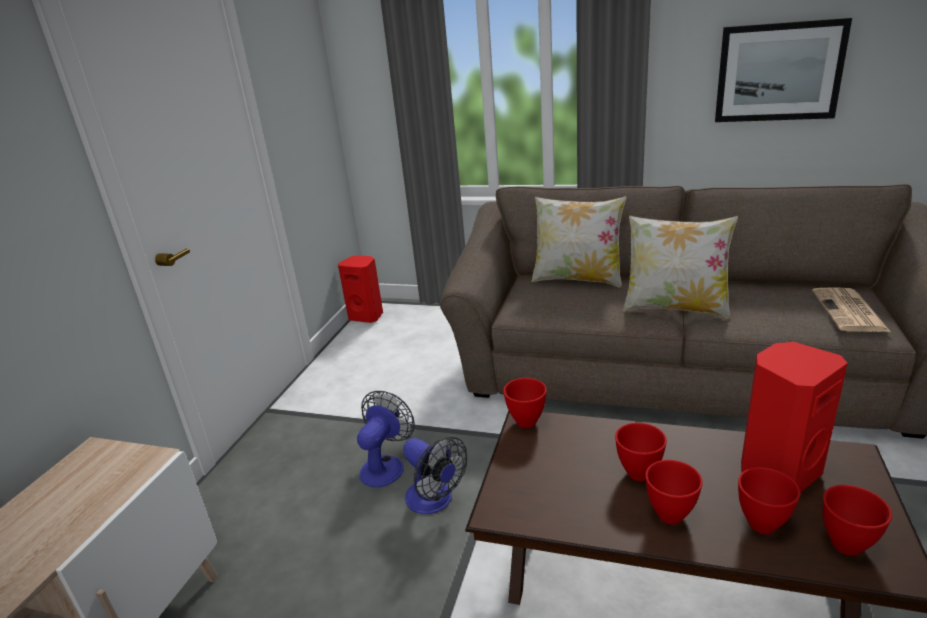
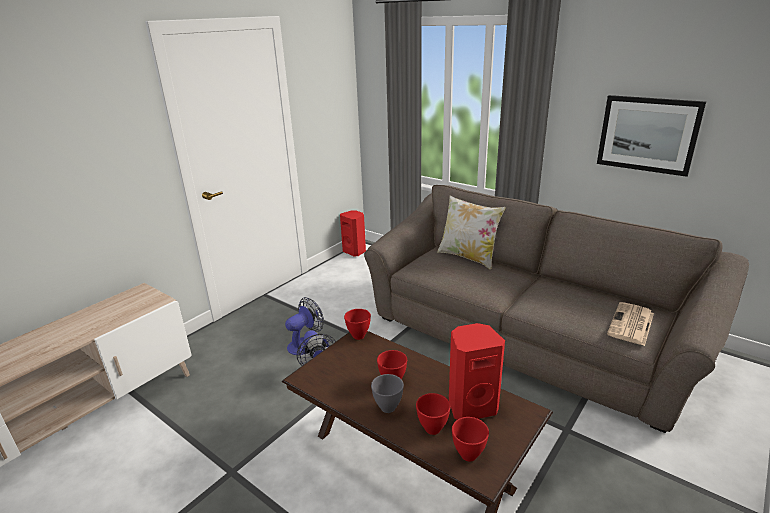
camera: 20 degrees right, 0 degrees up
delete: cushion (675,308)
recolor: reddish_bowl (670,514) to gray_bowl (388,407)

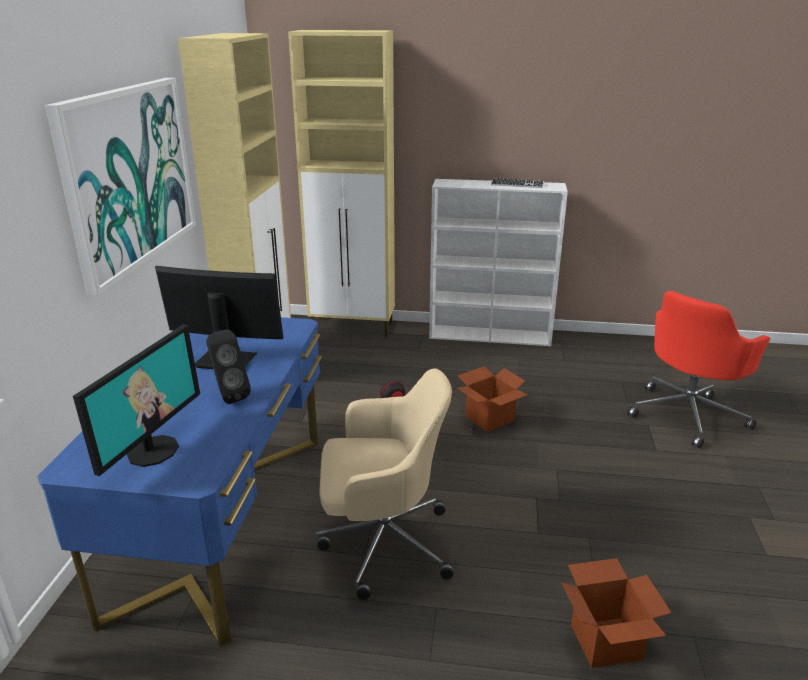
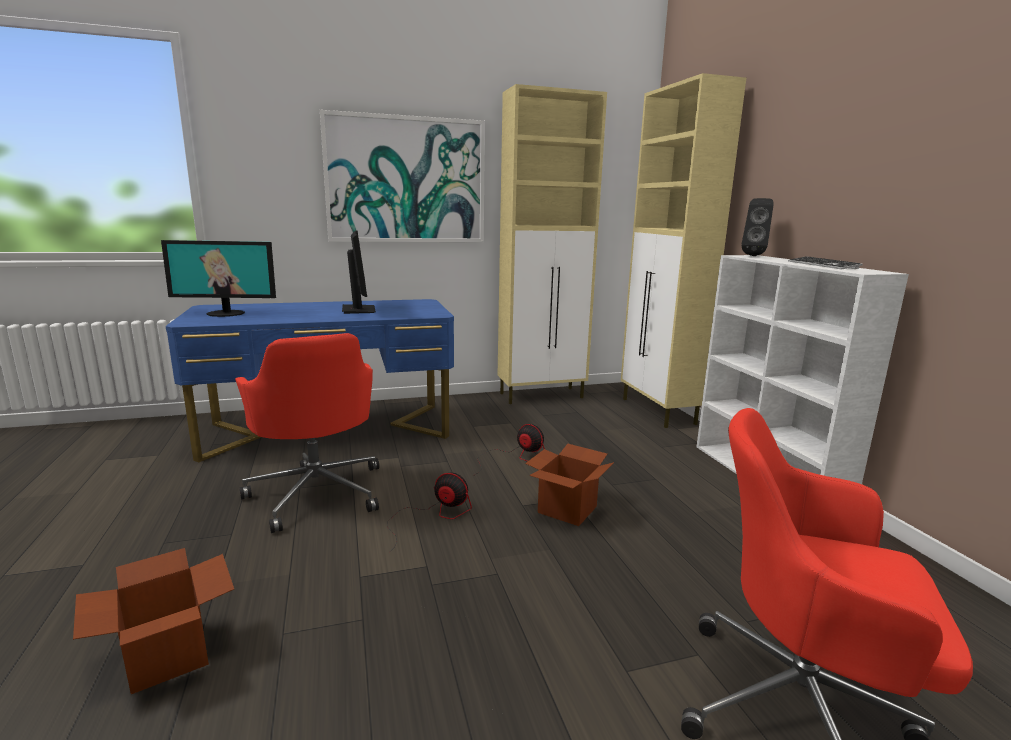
camera: 65 degrees right, 10 degrees down
insert: cooling_fan (433,516)
move: black_loudspeaker (228,396) to (754,256)
recolor: beige-coloured_office_chair (382,542) to reddish_office_chair (317,492)

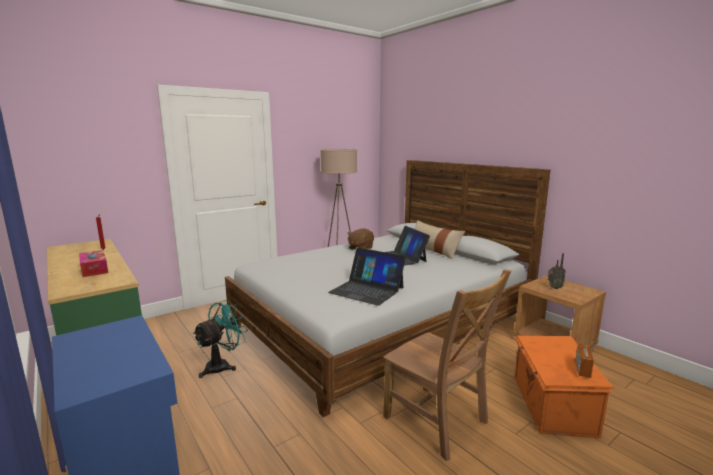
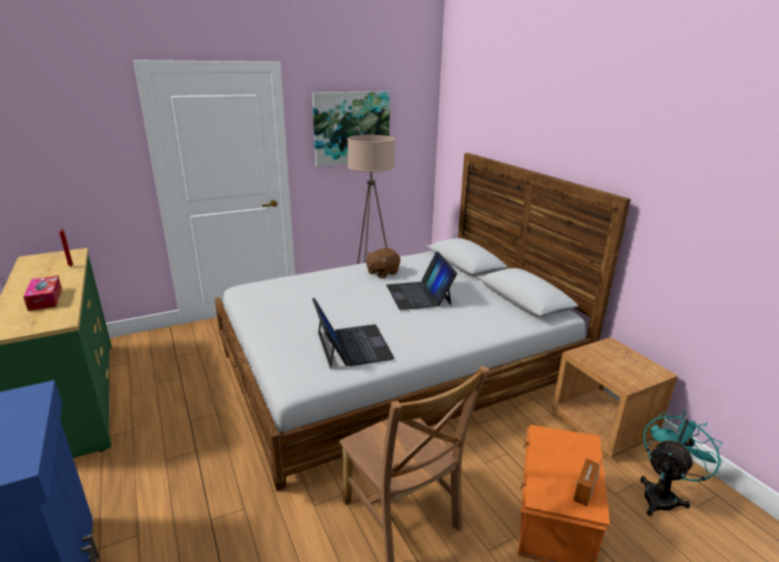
camera: 10 degrees right, 10 degrees up
delete: beige-coloured_cushion (433,251); radio_receiver (554,287)
insert: wall_picture (351,128)
move: turquoise-coloured_cooling_fan (222,365) to (662,495)
rotate: laptop (367,290) = (352,345) 150 degrees counterclockwise

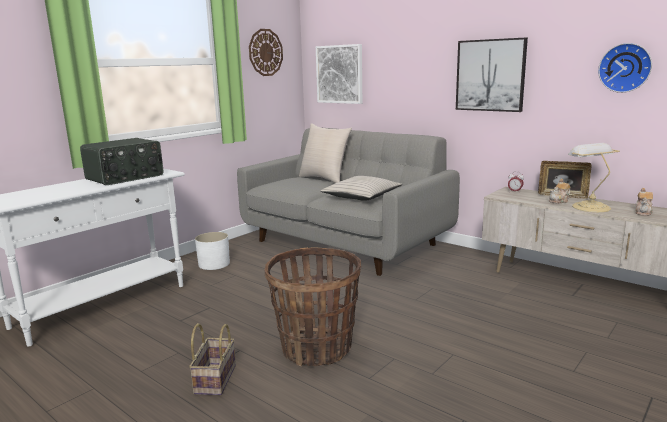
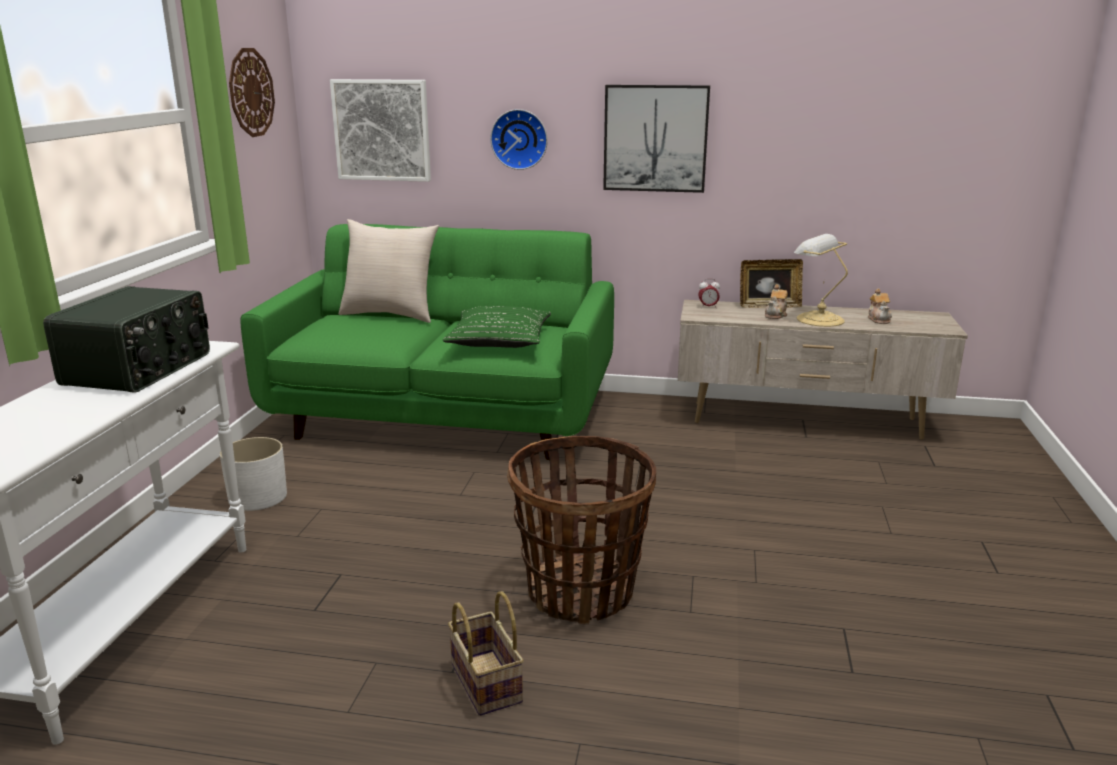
camera: 30 degrees left, 5 degrees up
move: hanging_clock (625,68) to (519,139)
recolor: gray_settee (345,243) to greenish_settee (445,417); beige-coloured_cushion (361,196) to greenish_cushion (499,340)

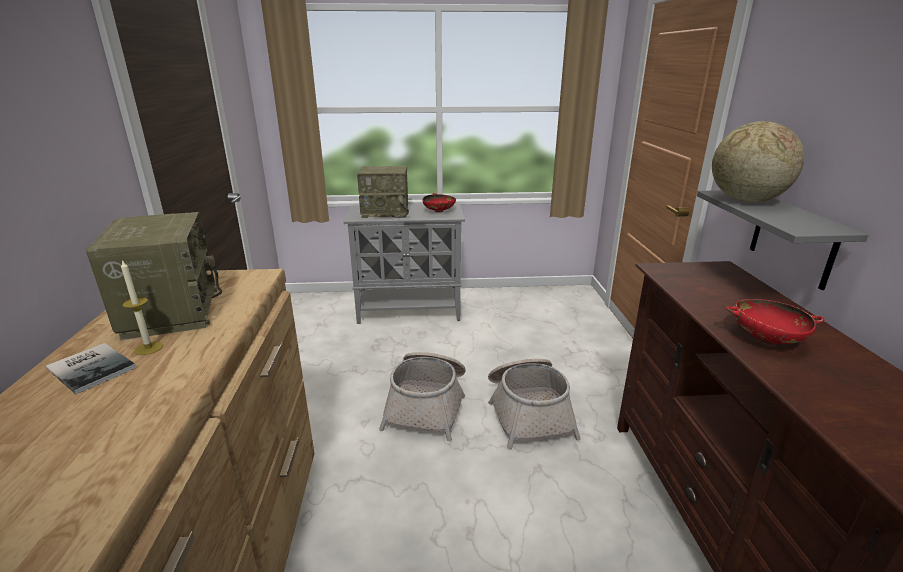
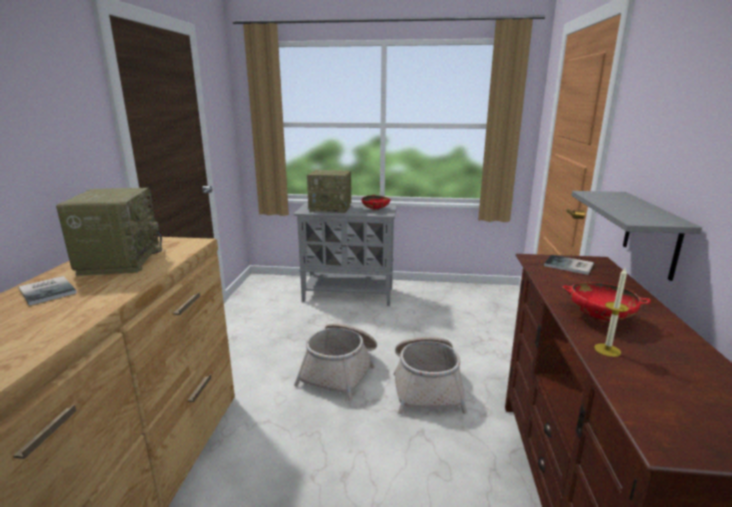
camera: 10 degrees right, 5 degrees down
delete: world_globe (745,200)
insert: volume (569,266)
move: wax_light (149,348) to (607,350)

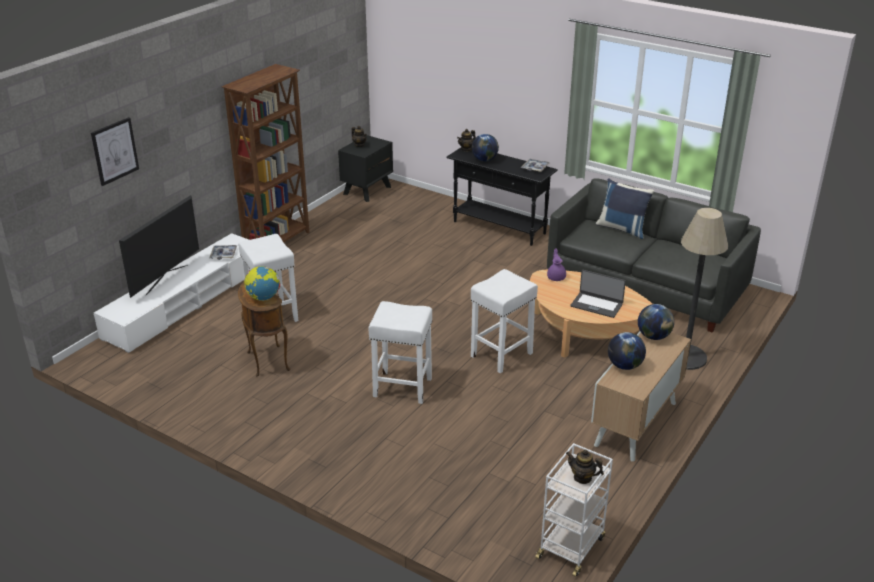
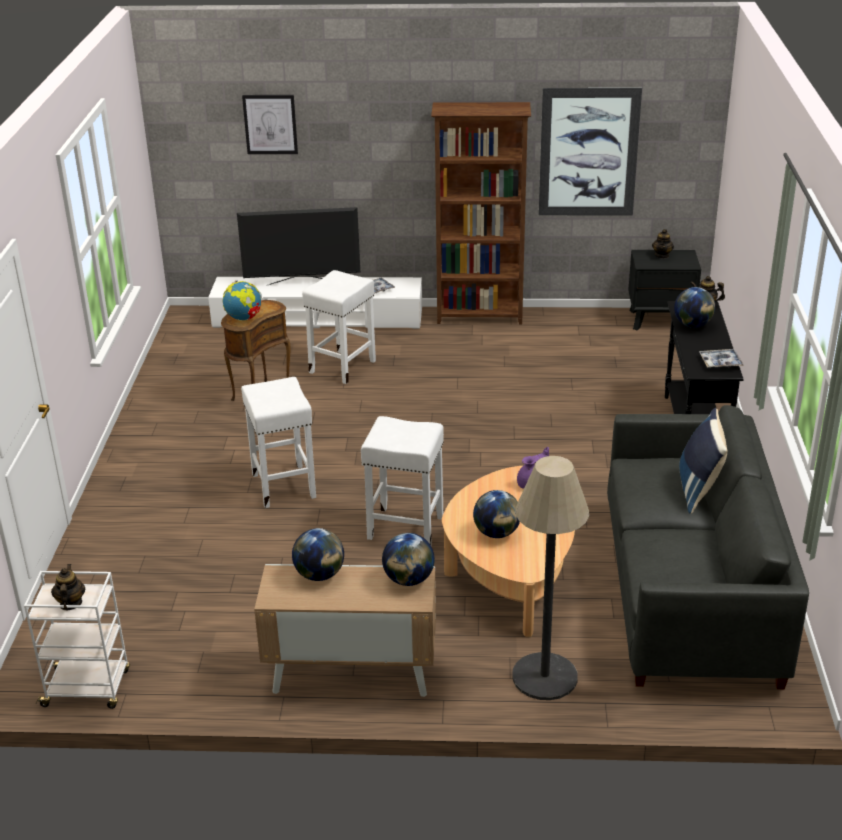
camera: 60 degrees right, 0 degrees up
insert: wall_picture (588,152)
replace: laptop (596,305) to world_globe (496,533)

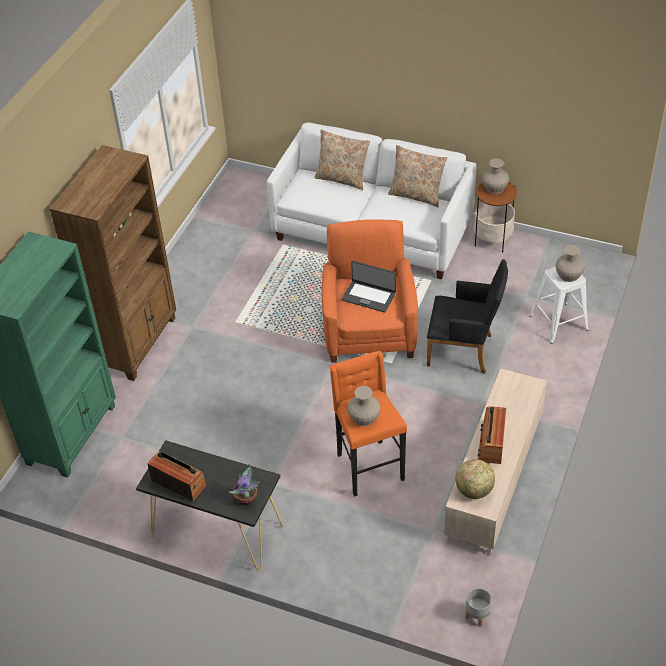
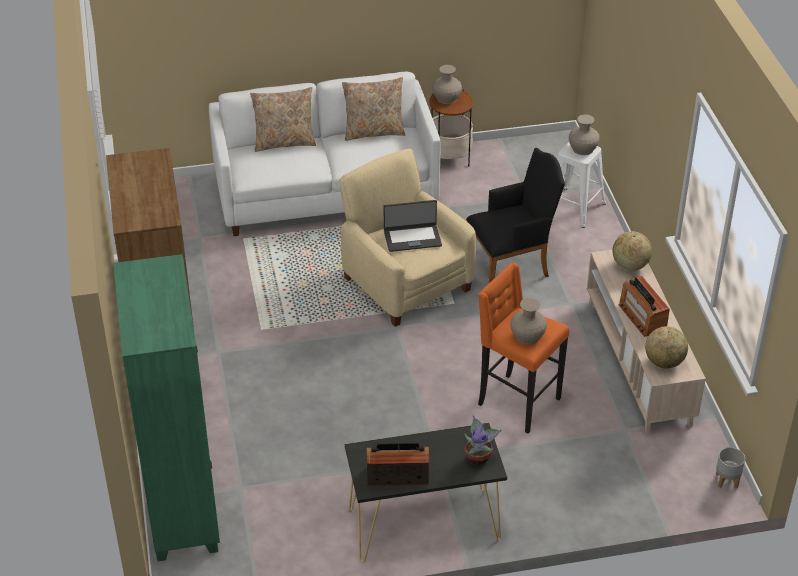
camera: 35 degrees left, 5 degrees down
insert: world_globe (630,265)
recolor: orange-coloured_armchair (369,330) to beige-coloured_armchair (406,283)

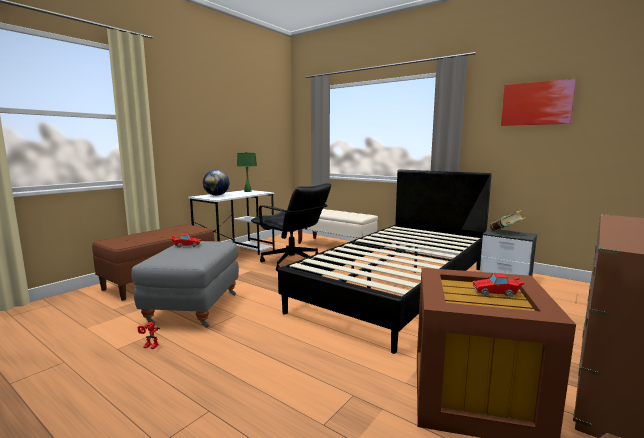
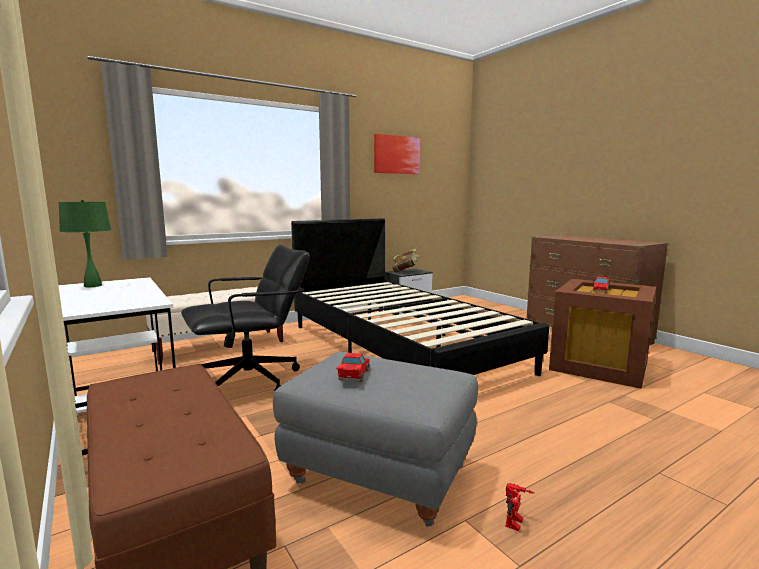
camera: 70 degrees left, 0 degrees up
delete: world_globe (216,195)

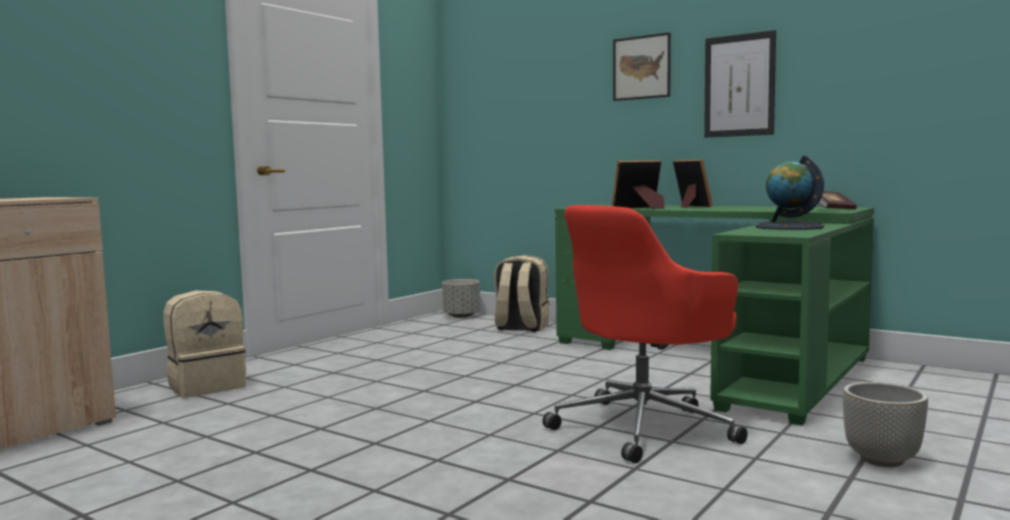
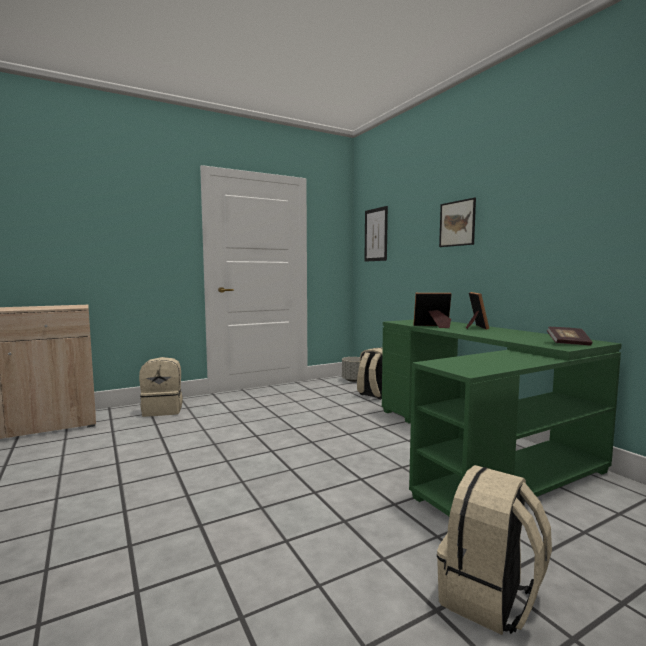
camera: 25 degrees right, 0 degrees up
delete: world_globe (789,227); reddish_office_chair (645,427)
move: wall_picture (739,85) to (376,234)
replace: gray_planter (882,460) to beige-coloured_backpack (490,598)

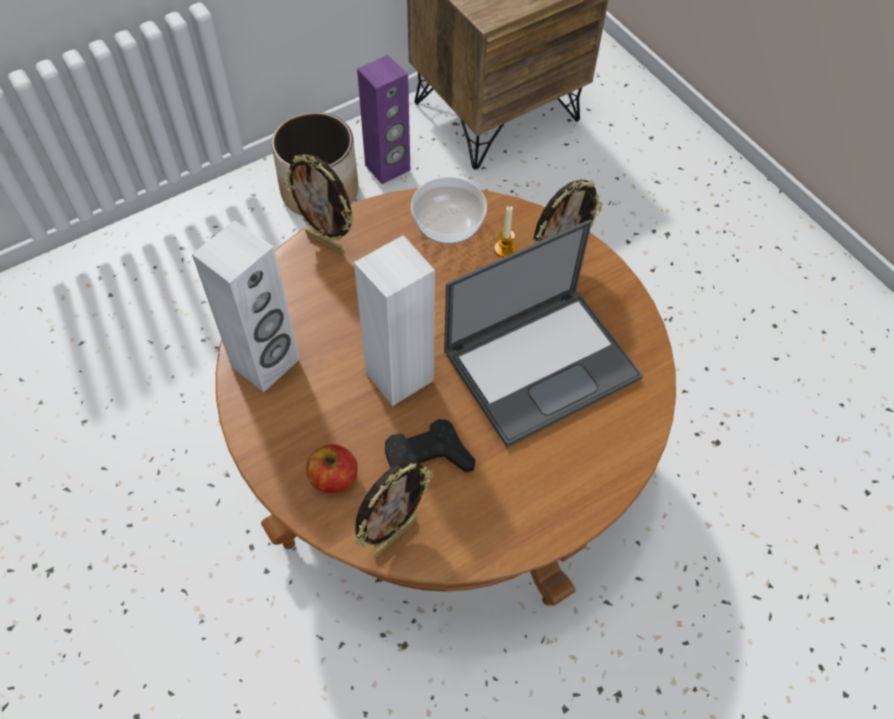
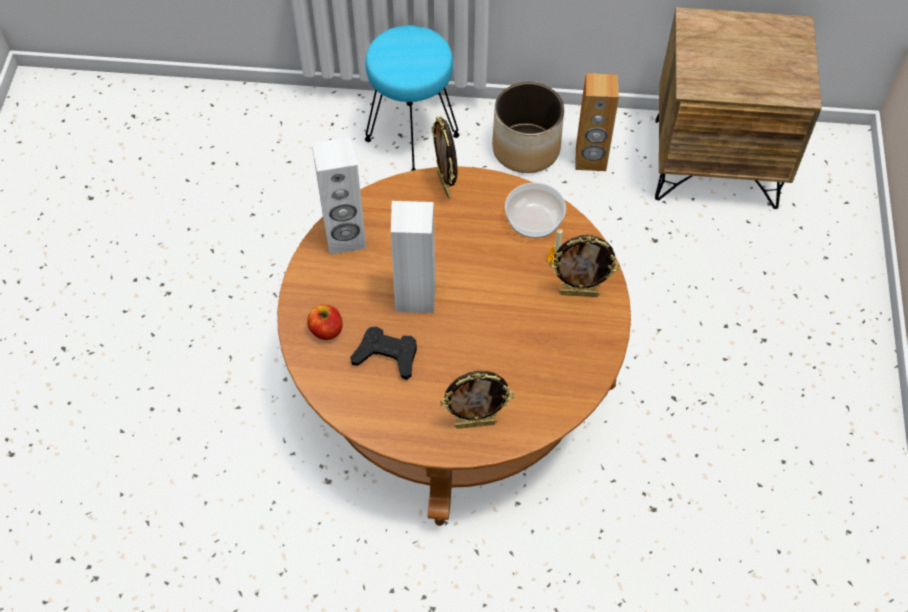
camera: 40 degrees right, 0 degrees up
delete: laptop (543,363)
insert: turquoise-coloured_stool_seat (413,137)
move: picture_frame (394,536) to (475,423)
recolor: purple_loudspeaker (388,168) to brown-coloured_loudspeaker (590,160)

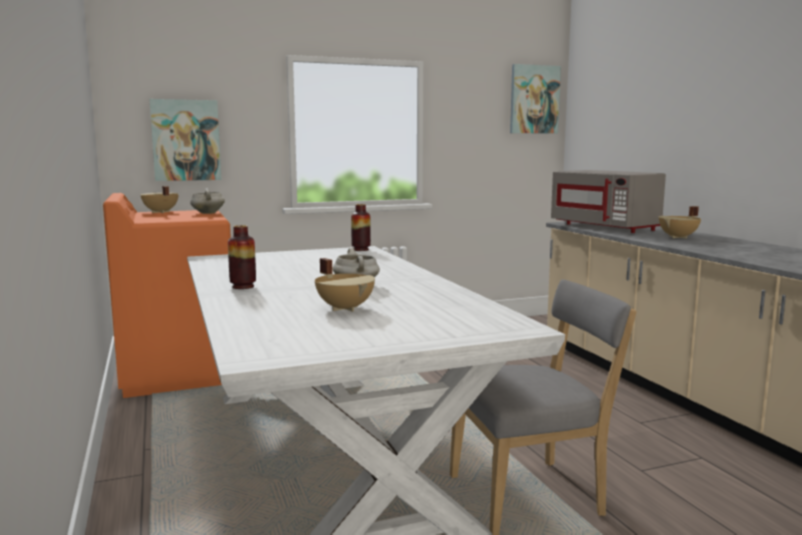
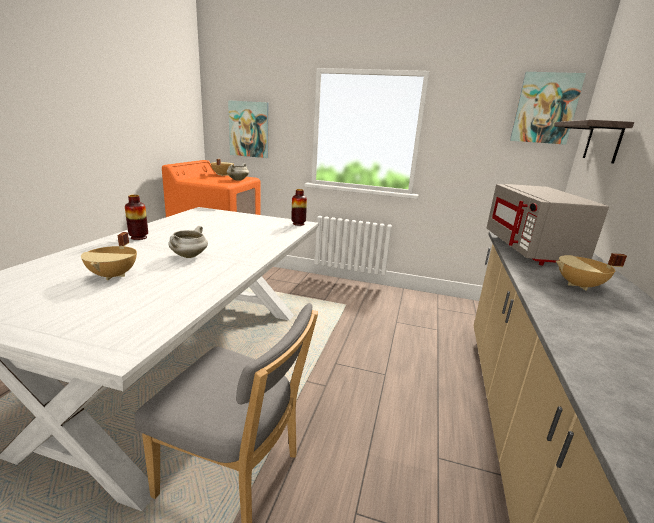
camera: 35 degrees right, 10 degrees up
insert: shelf (603,142)

